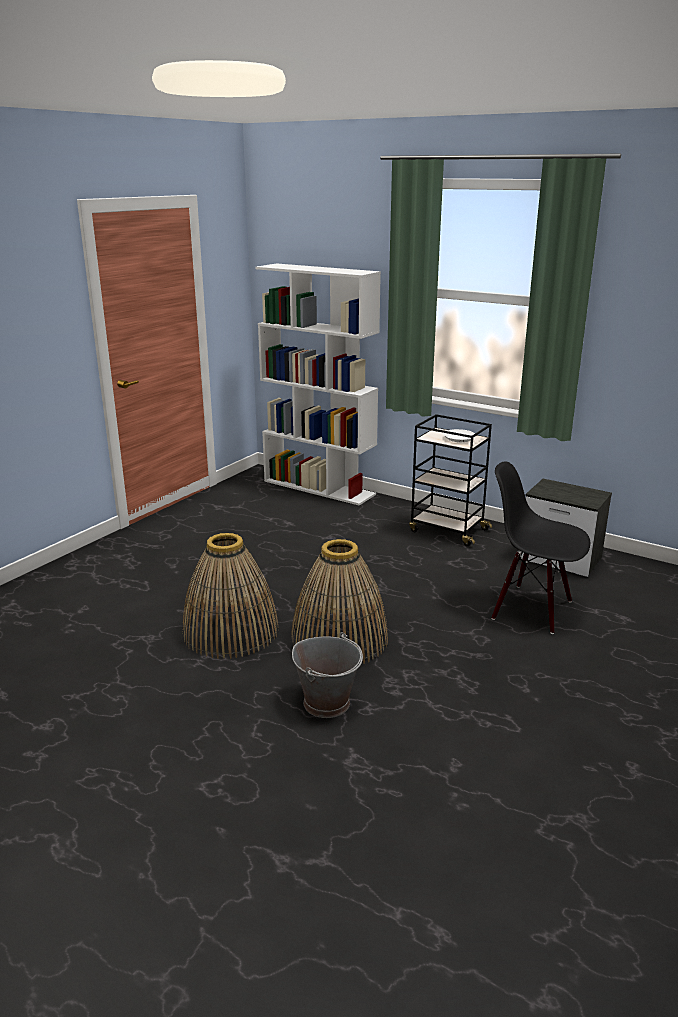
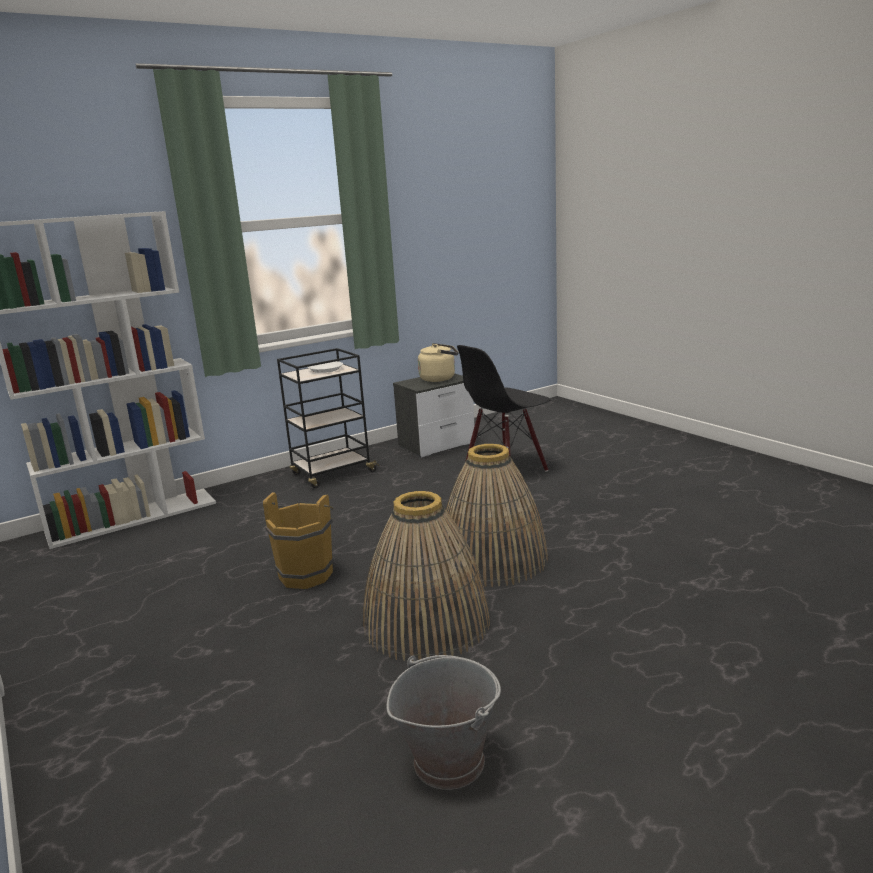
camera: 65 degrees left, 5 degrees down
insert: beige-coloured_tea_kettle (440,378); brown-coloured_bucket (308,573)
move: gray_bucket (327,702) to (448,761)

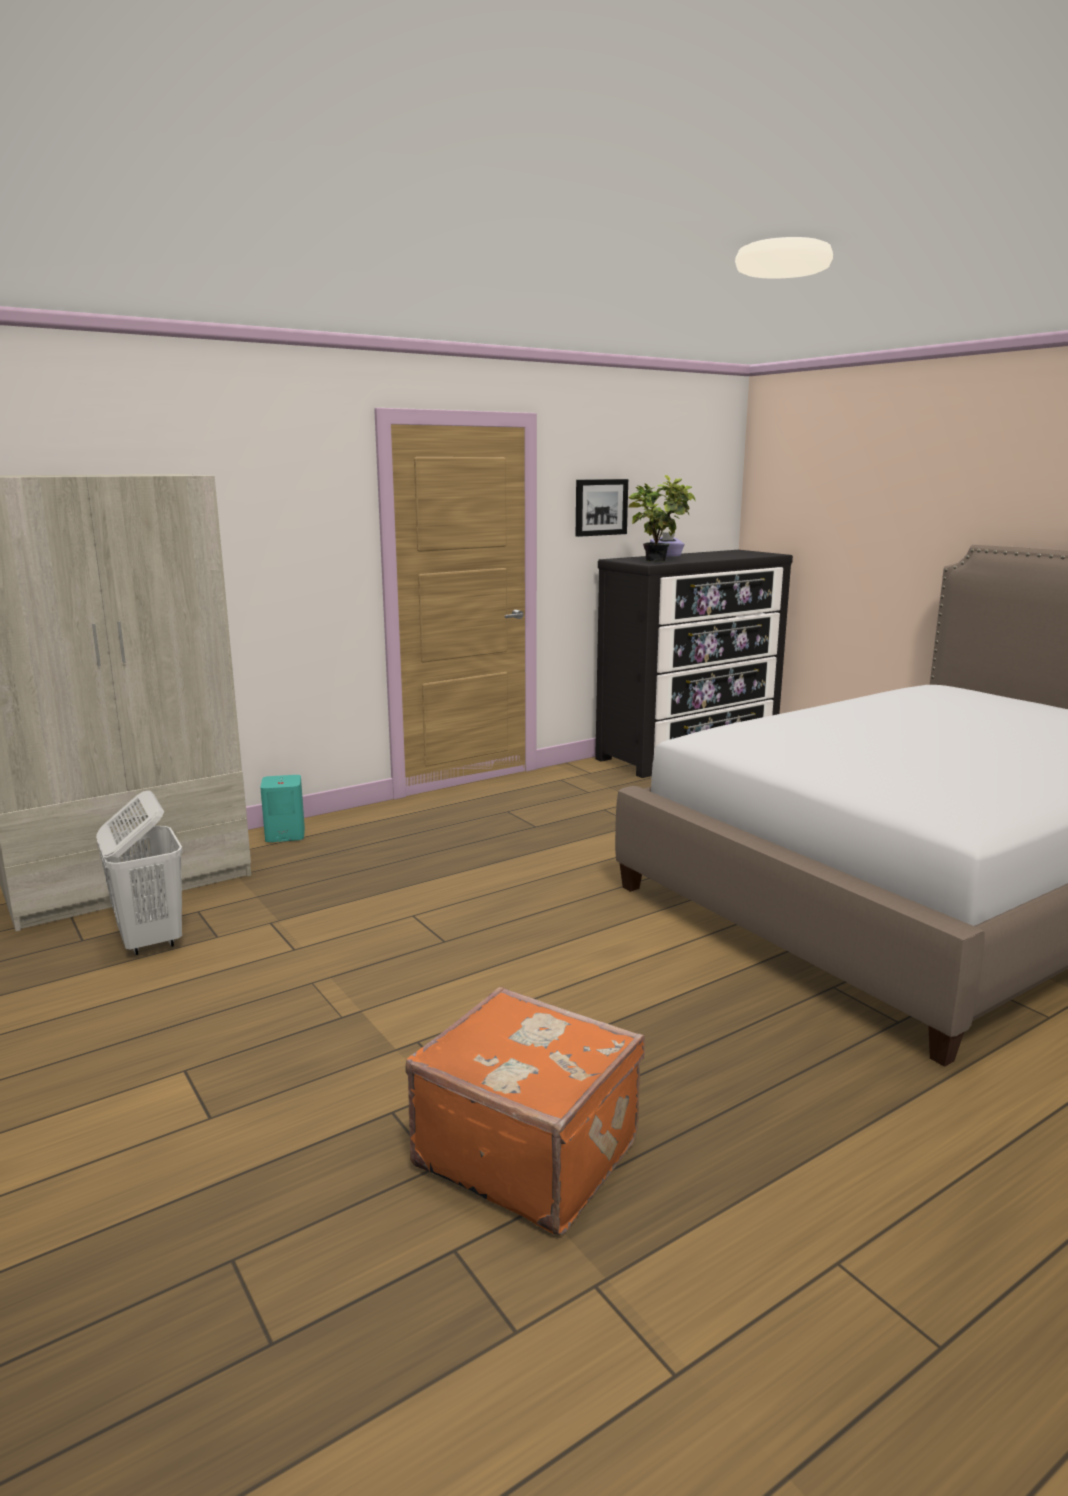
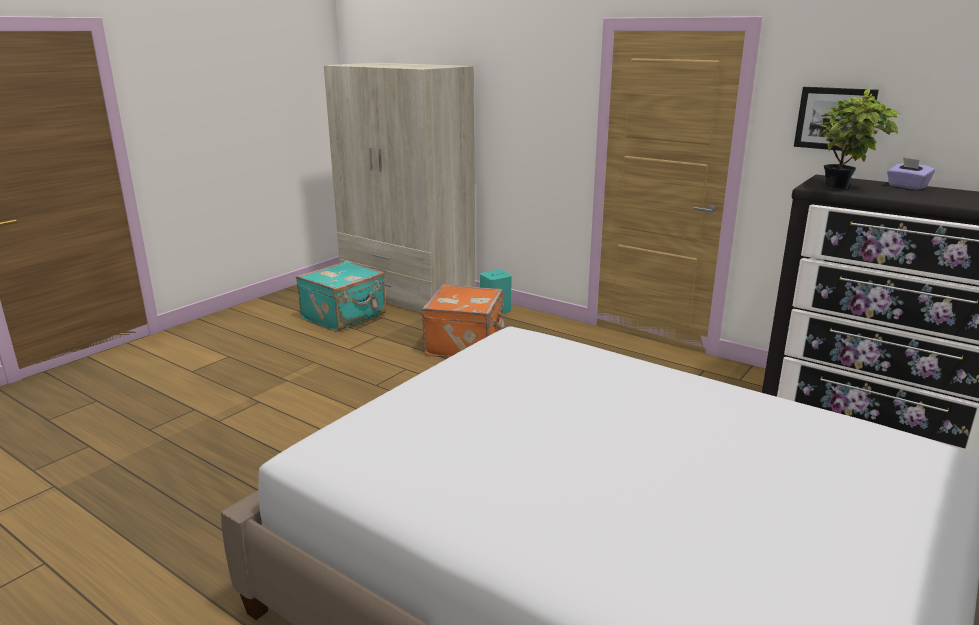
camera: 70 degrees right, 5 degrees up
move: orange-coloured_suitcase (528,1151) to (466,344)
replace: white_laundry_basket (150,940) to turquoise-coloured_suitcase (345,317)

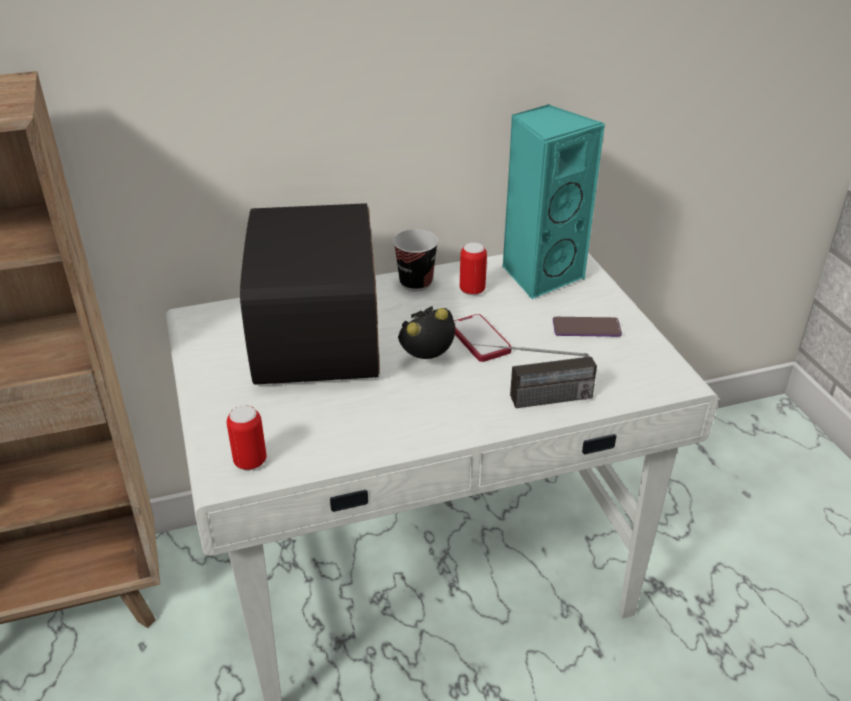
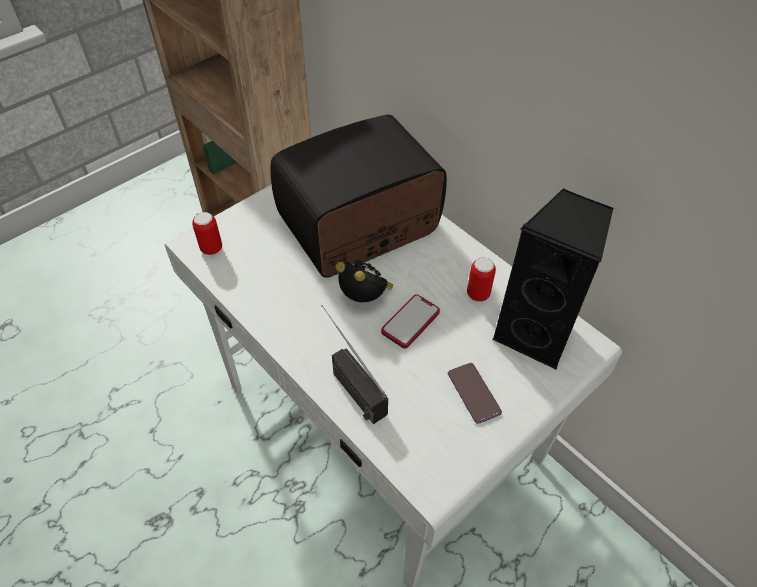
camera: 65 degrees right, 15 degrees up
delete: drinking_cup (416,283)
recolor: turquoise-coloured_loudspeaker (540,275) to black_loudspeaker (536,334)

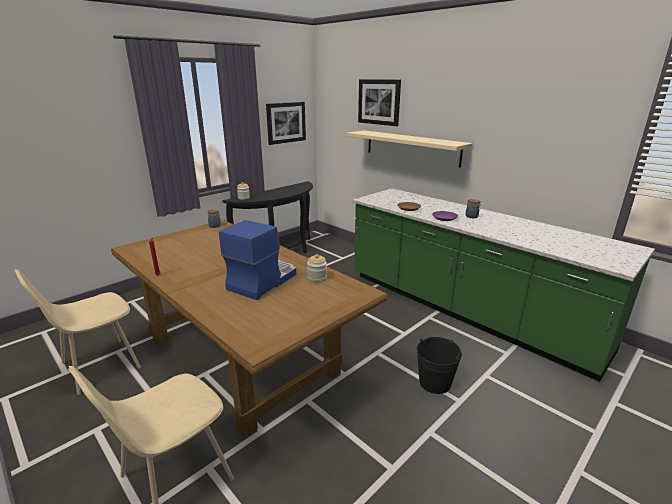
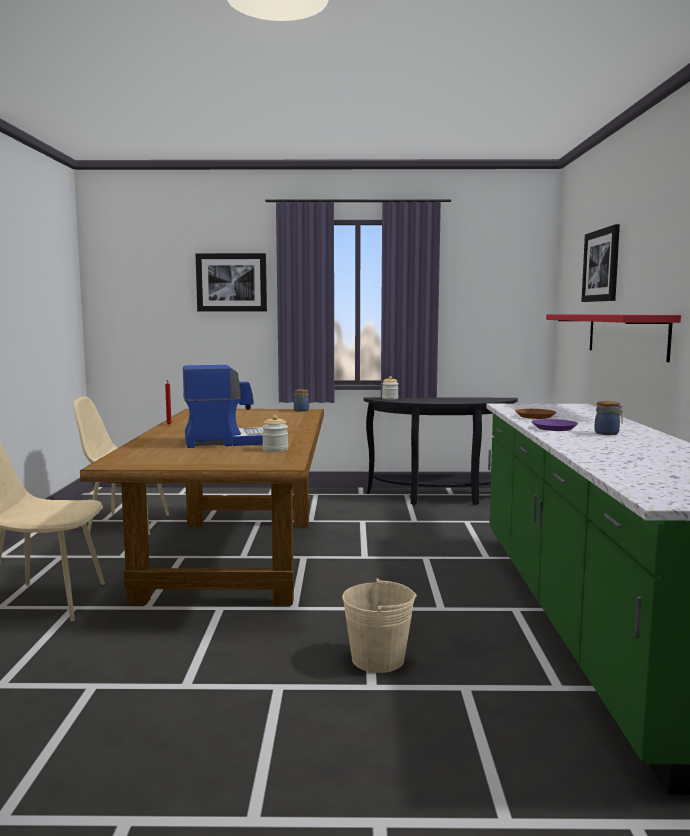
camera: 45 degrees right, 15 degrees down
move: wall_picture (286,122) to (231,282)
recolor: beige-coloured_shelf (411,147) to reddish_shelf (625,335); black_bucket (435,382) to beige-coloured_bucket (378,659)

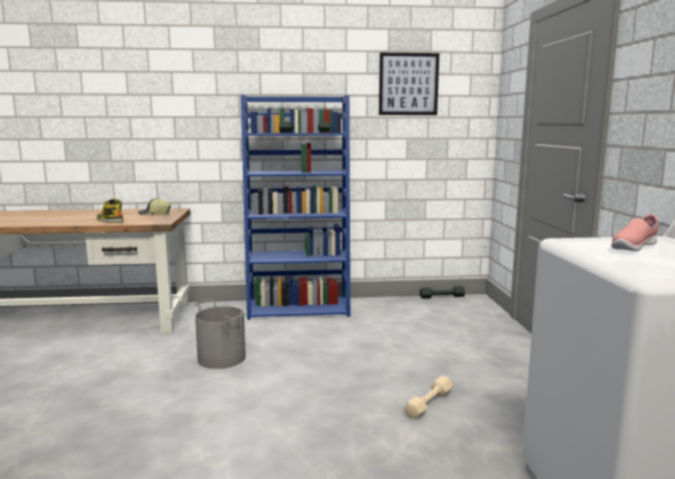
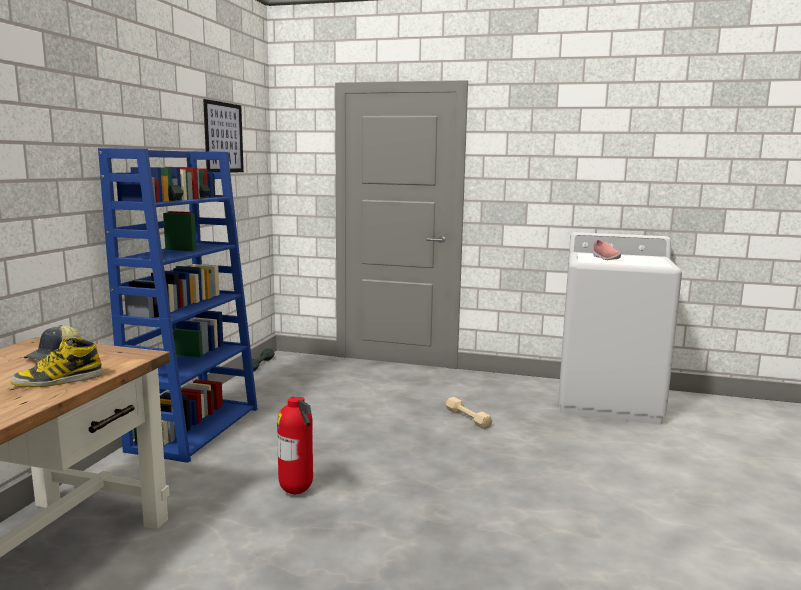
camera: 70 degrees left, 0 degrees up
replace: gray_bucket (221,358) to fire-fighting_cylinder (297,492)

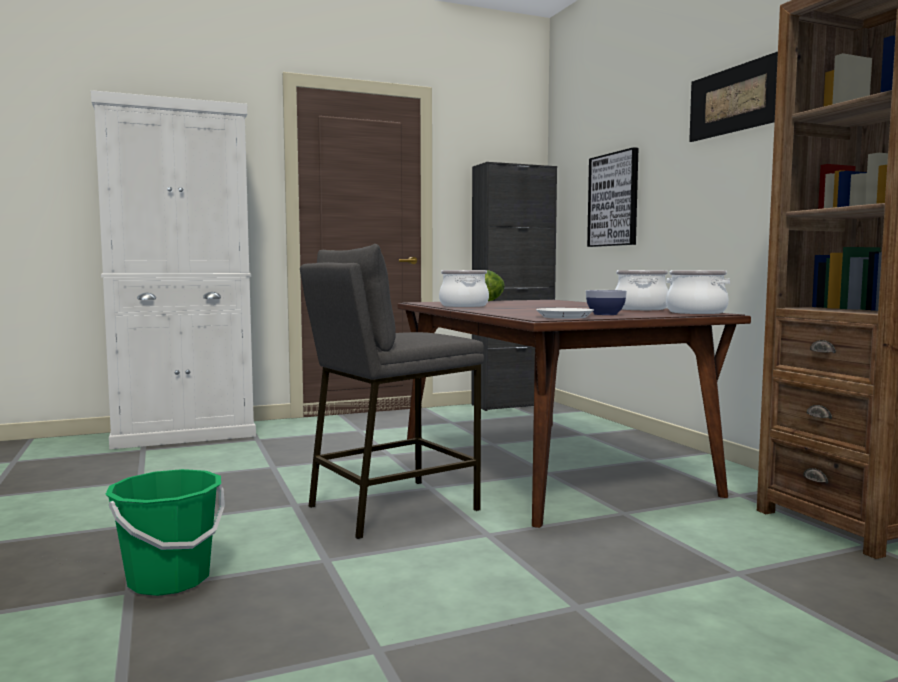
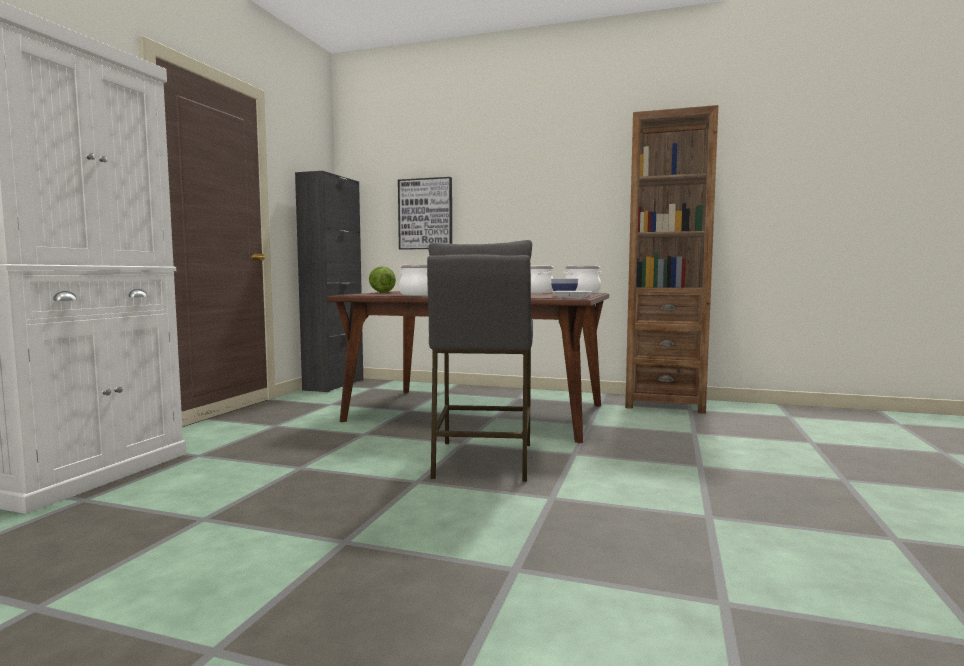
camera: 50 degrees left, 0 degrees up
delete: wall_picture (736,99); greenish_bucket (169,580)

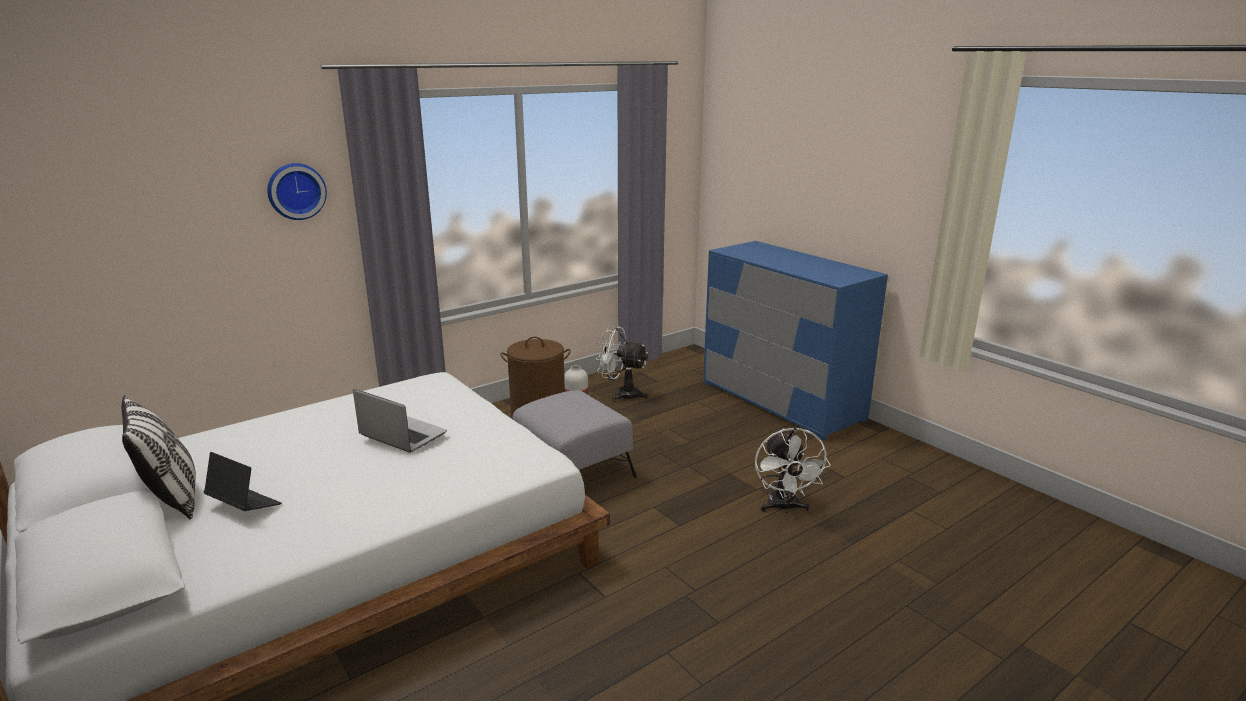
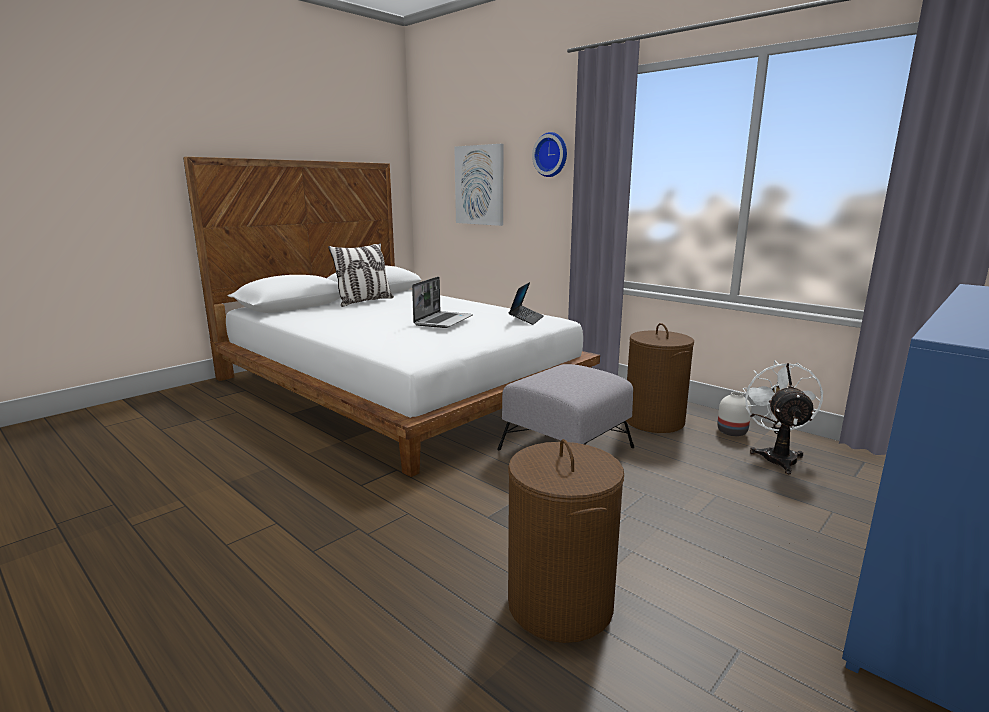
camera: 80 degrees right, 5 degrees down
insert: wall_picture (480,185)
move: laptop (244,505) to (526,319)
replace: white_cooling_fan (784,508) to brown-coloured_laundry_basket (560,605)

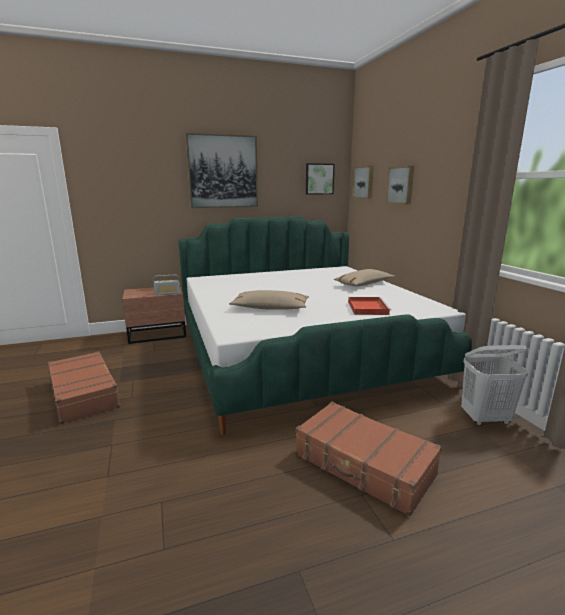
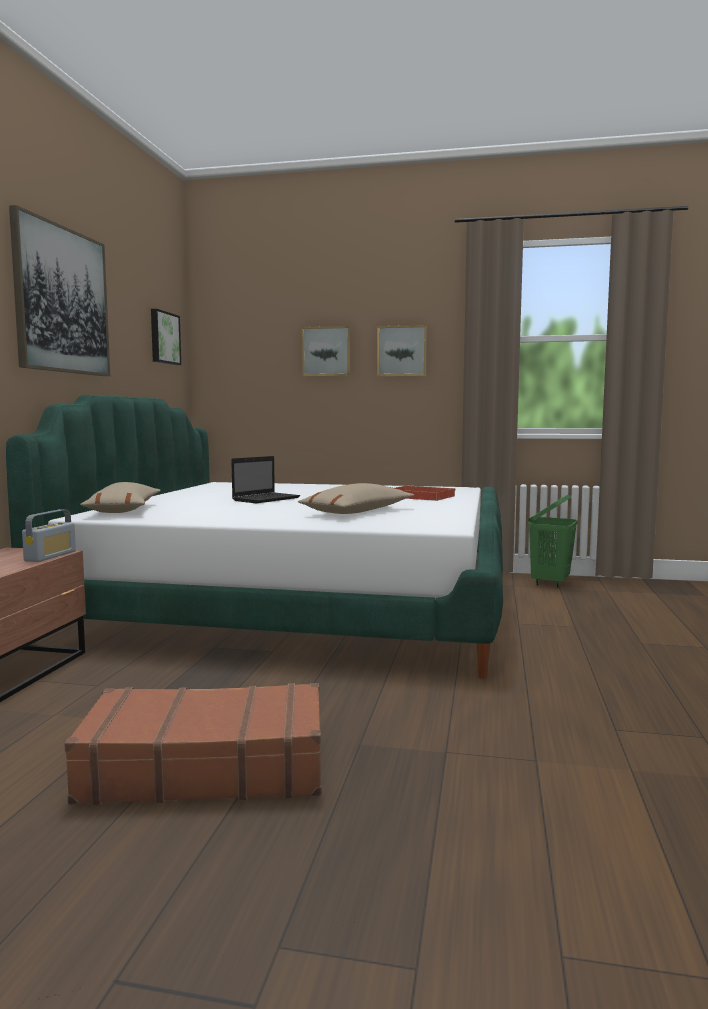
camera: 60 degrees left, 10 degrees down
delete: brown-coloured_suitcase (363,465)
insert: laptop (267,499)
move: wall_picture (364,182) to (402,351); beige-coloured_cushion (363,284) to (123,510)
recolor: white_laundry_basket (485,419) to greenish_laundry_basket (550,583)

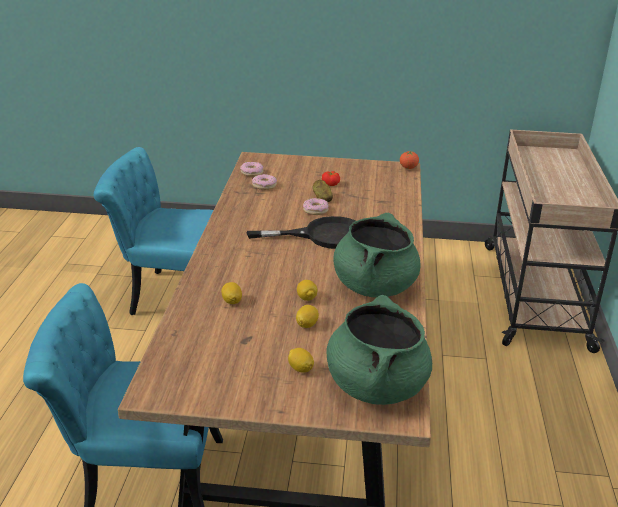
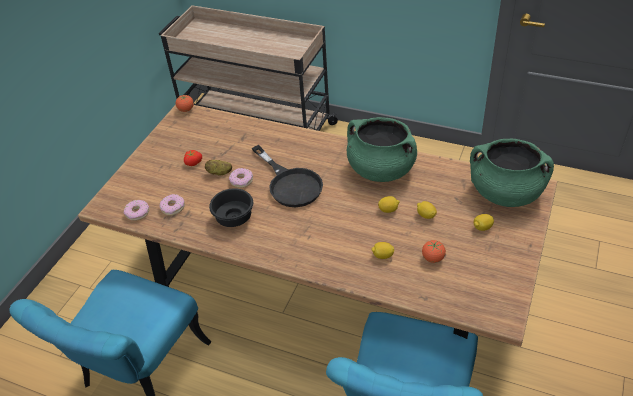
camera: 70 degrees left, 15 degrees up
insert: black_bowl (235,218); tomato (433,258)
rotate: black_frying_pan (323,236) = (290,184) 135 degrees clockwise

